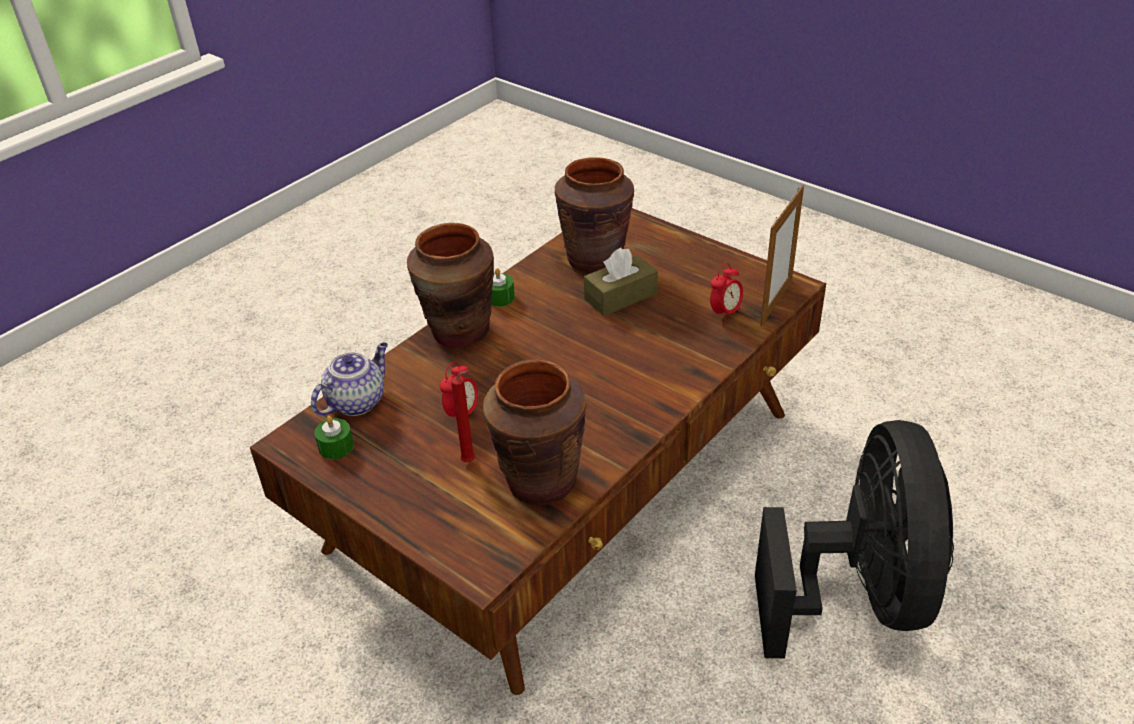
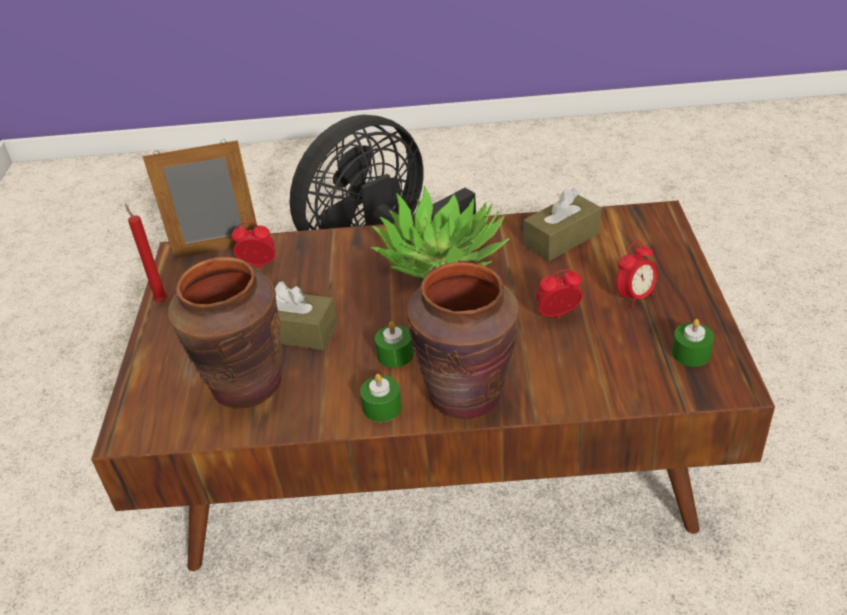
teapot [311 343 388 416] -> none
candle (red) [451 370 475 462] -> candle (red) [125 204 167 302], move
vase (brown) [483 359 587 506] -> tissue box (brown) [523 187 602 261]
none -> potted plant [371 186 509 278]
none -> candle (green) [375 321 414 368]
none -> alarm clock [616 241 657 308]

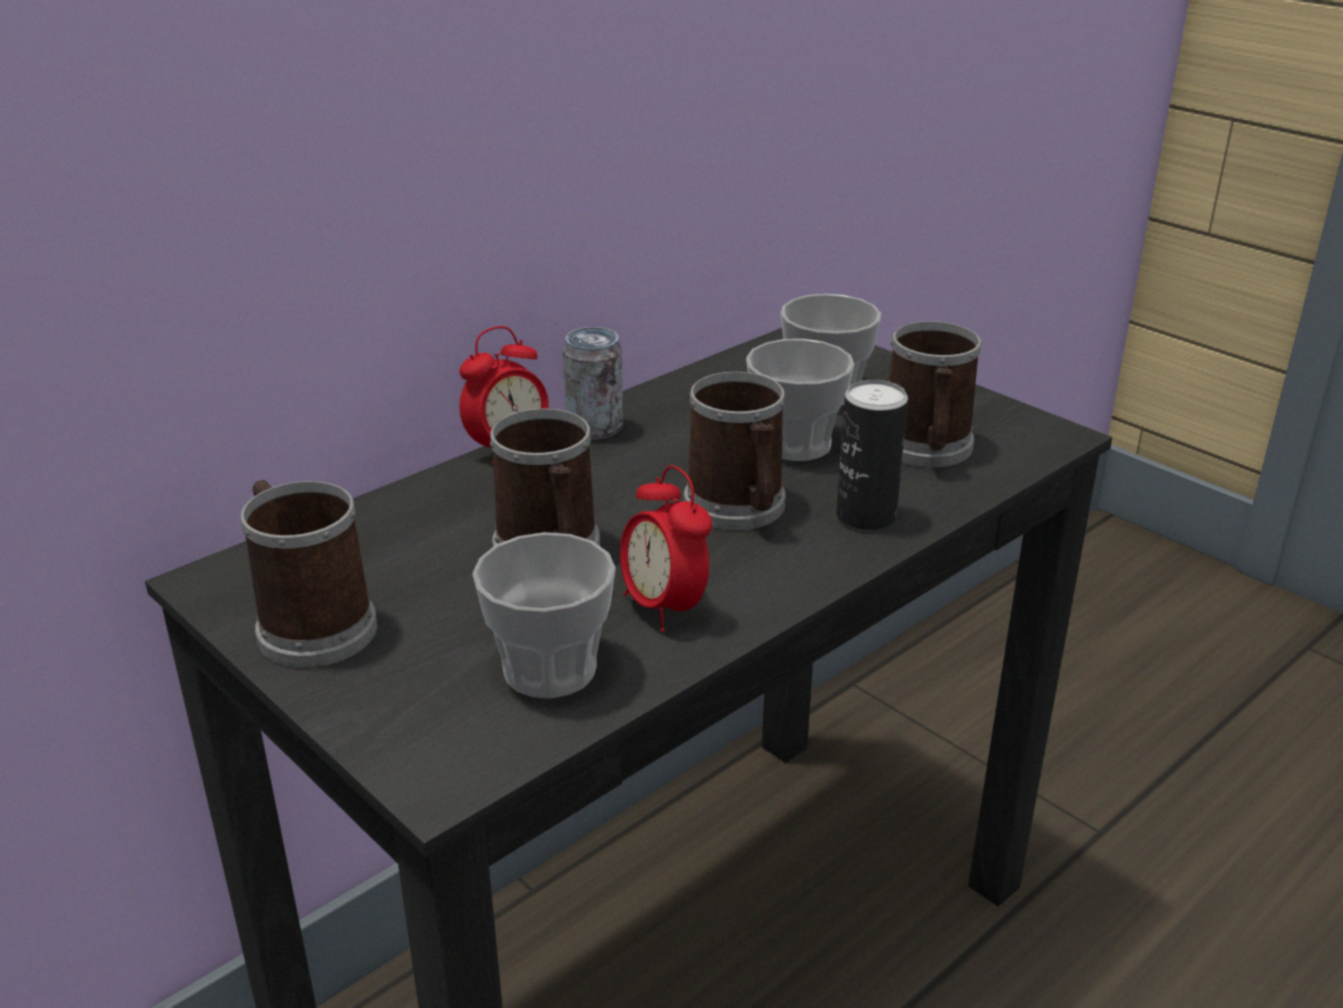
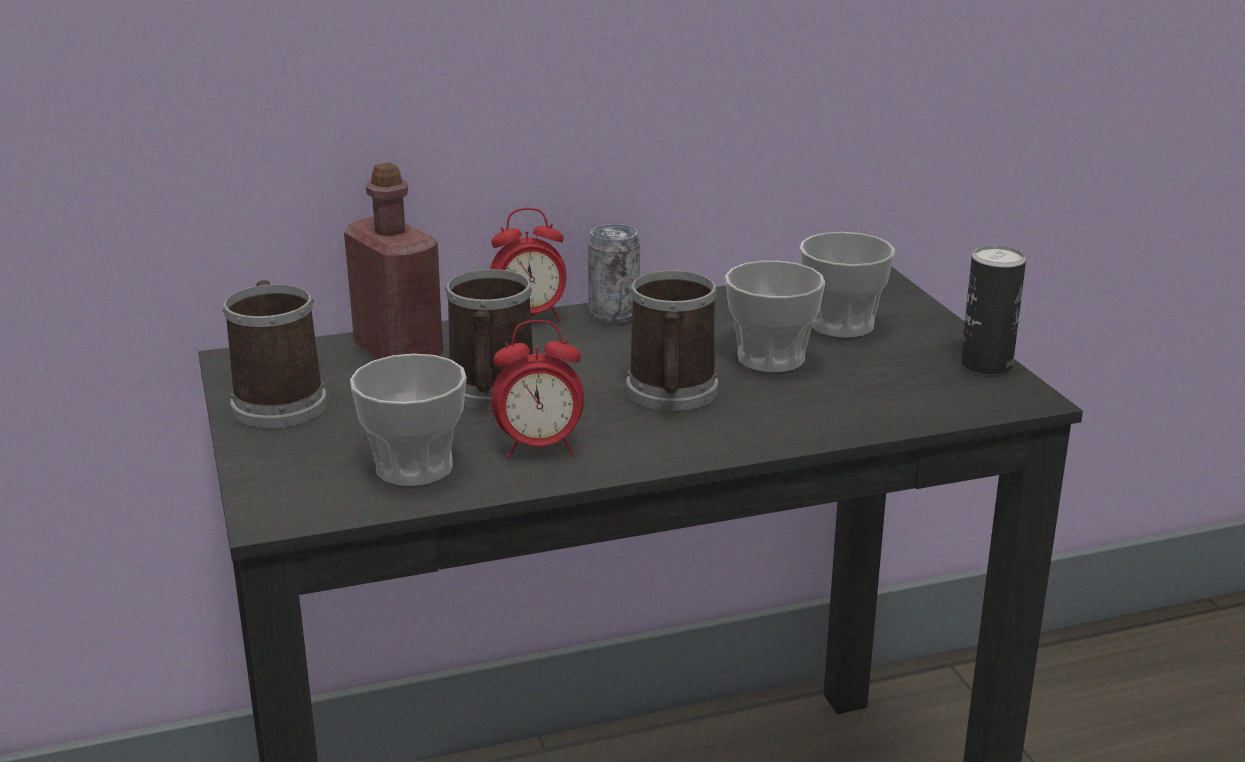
alarm clock [620 465 712 632] -> alarm clock [491 320 584 458], 90 degrees counterclockwise
can [836 380 908 530] -> can [960 245 1026 375], move
mug [889 321 982 467] -> none
none -> bottle (red) [344 163 443 359]

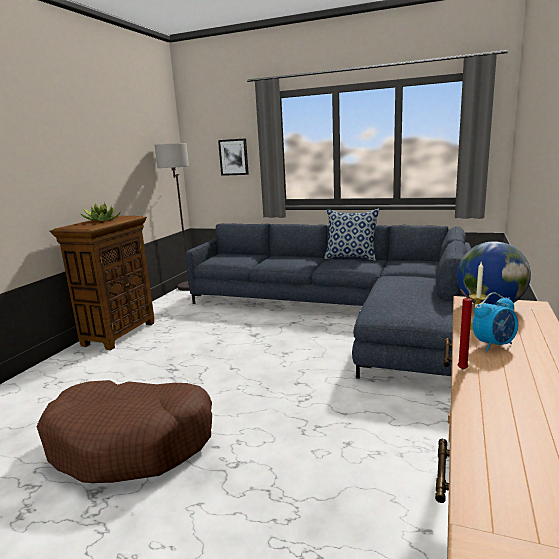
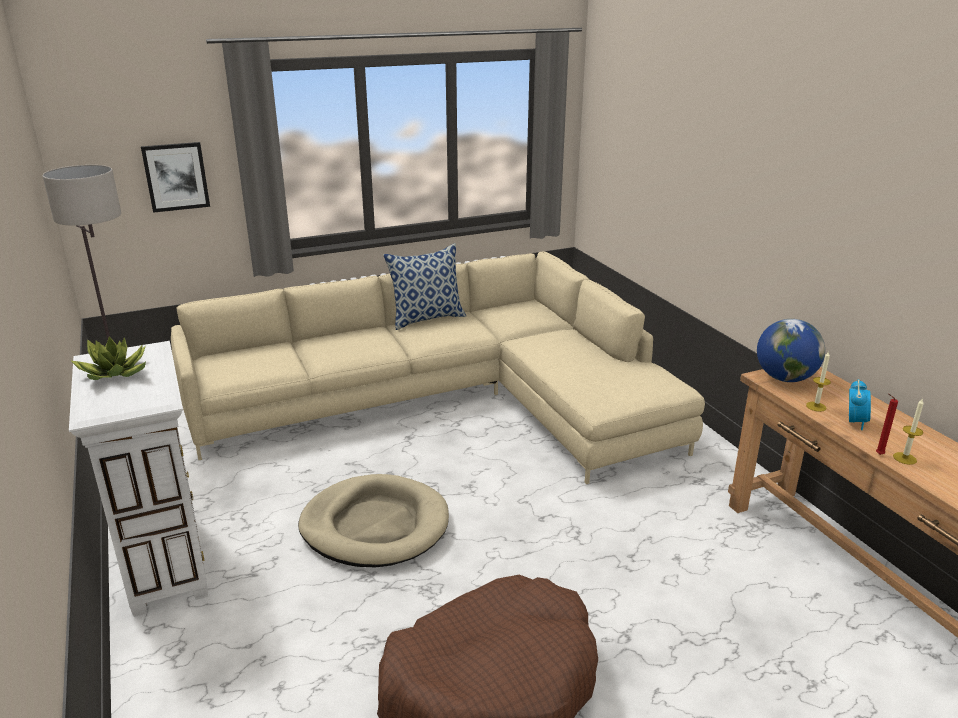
cabinet (brown) [49 216 154 350] -> cabinet (white) [69 341 208 617]
sofa (blue) [186 223 471 379] -> sofa (beige) [171 251 705 484]
none -> dog bed (beige) [298 474 449 567]
none -> candle [893 399 924 465]

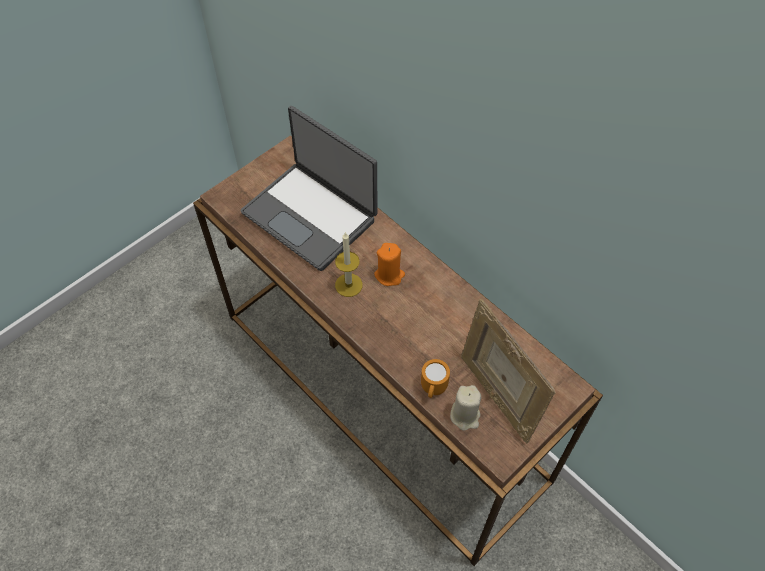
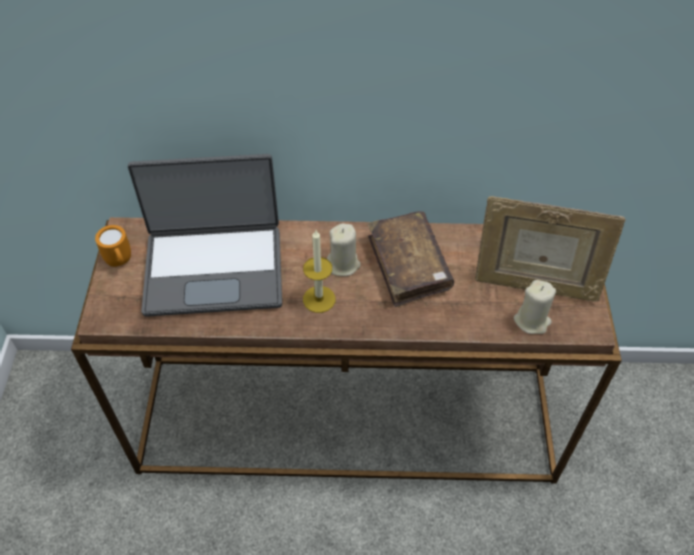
candle (orange) [374 243 405 286] -> candle (beige) [327 223 361 276]
mug (orange) [421 359 450 398] -> mug (orange) [95 225 131 267], move
none -> book (brown) [368 211 454 307]

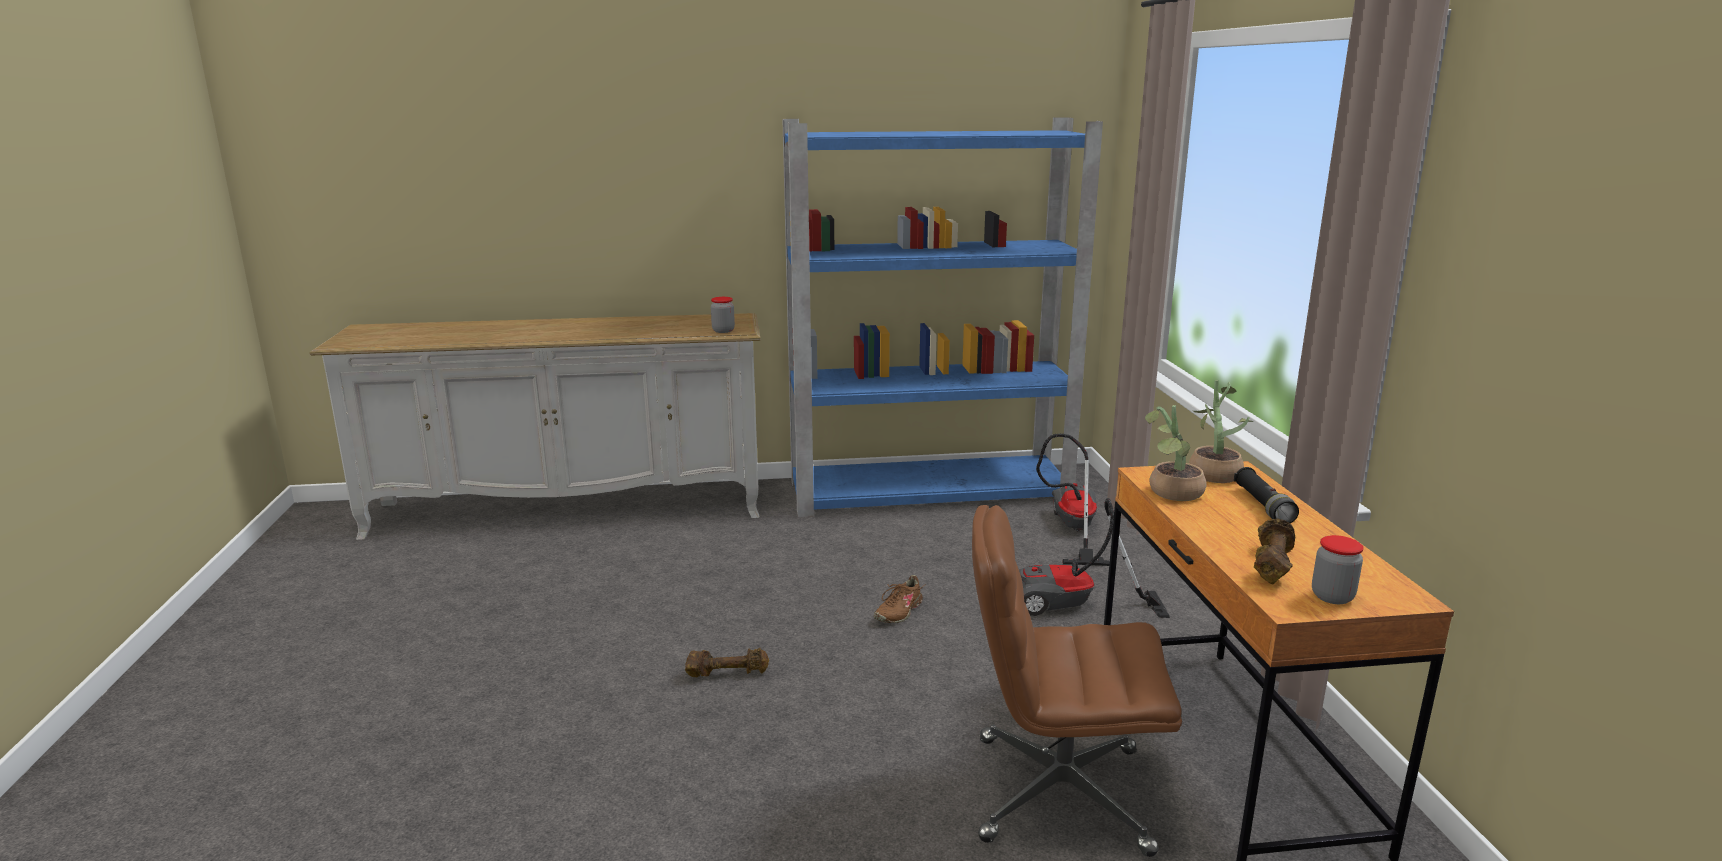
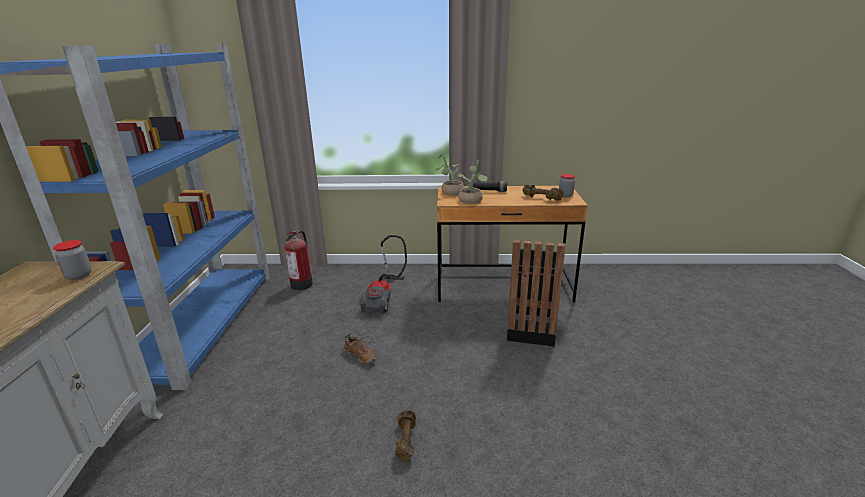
office chair (brown) [972 505 1182 857] -> trash can (black) [507 240 566 347]
vacuum cleaner [1036 434 1110 566] -> fire extinguisher [285 231 313 290]

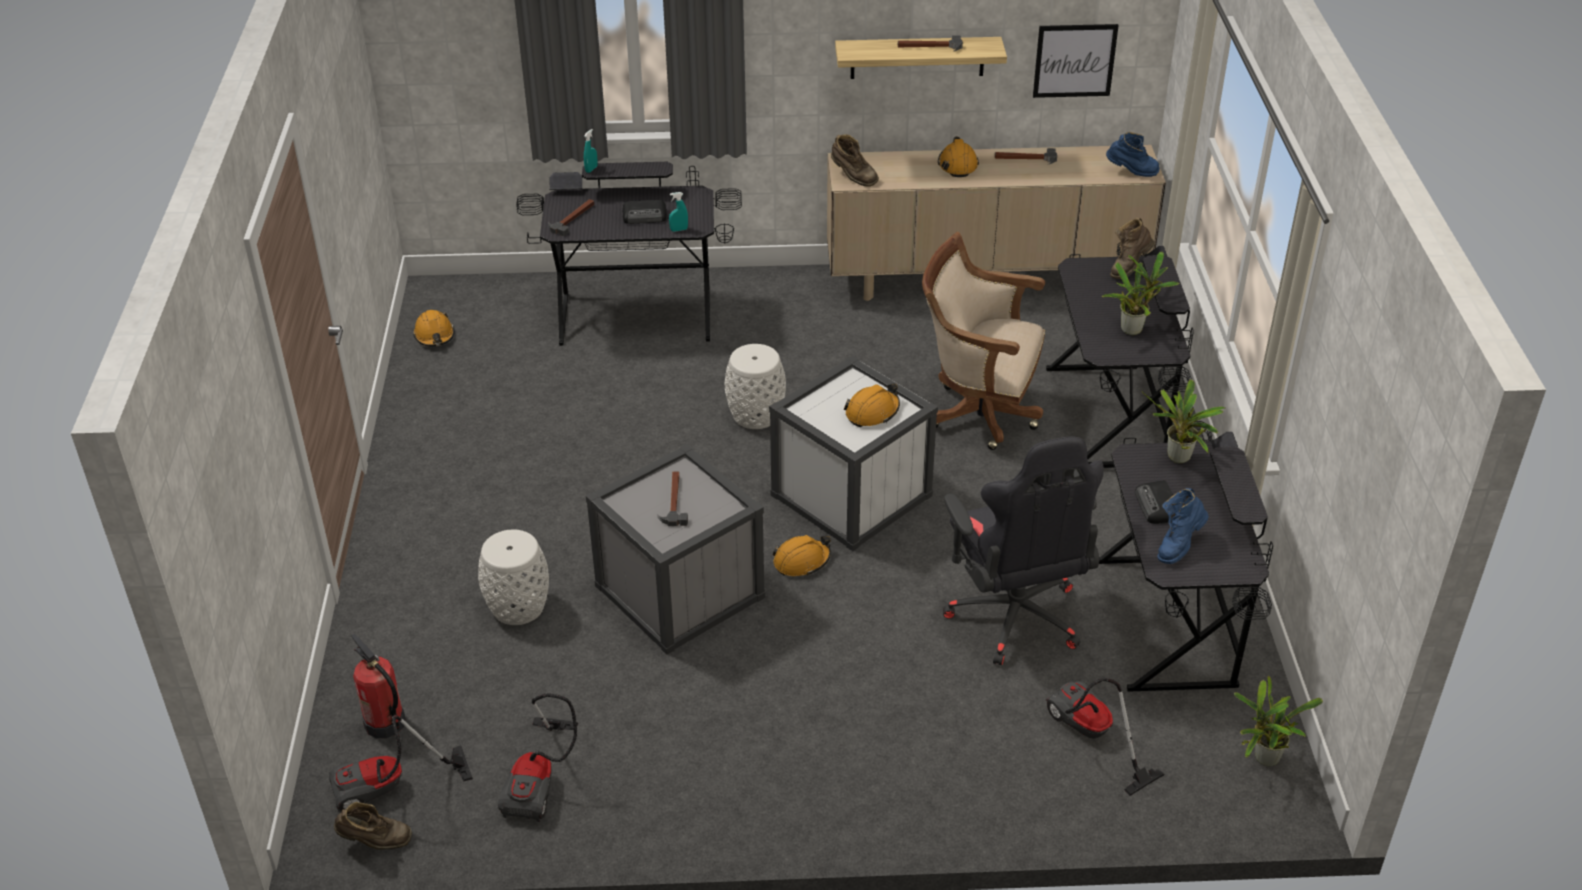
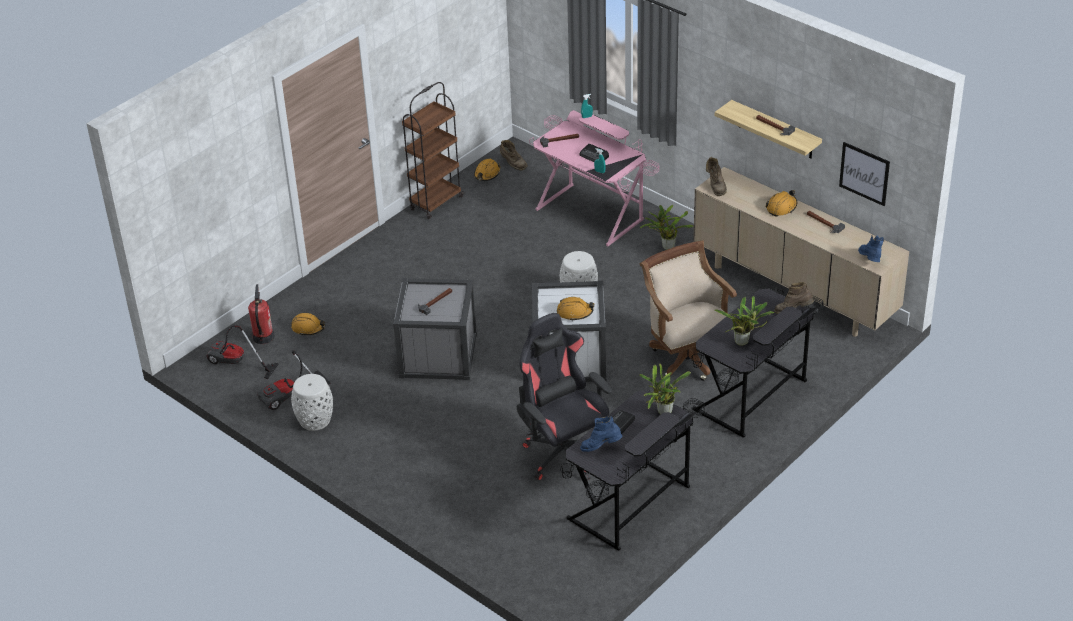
boot (brown) [334 802 412 850] -> boot (brown) [500 140 528 170], move
stool (white) [478 530 549 625] -> stool (white) [291 374 333 431], move
desk (black) [516 162 742 346] -> desk (pink) [529 110 659 246]
hard hat (orange) [773 535 831 576] -> hard hat (orange) [291 313 325 335], move
office chair (black) [943 437 1104 666] -> office chair (black) [517 313 612 480], 120 degrees clockwise
vacuum cleaner [1046 677 1165 796] -> none
boot (blue) [1106 132 1160 177] -> boot (blue) [858 235 884 262], 150 degrees counterclockwise
potted plant [1234 676 1323 766] -> potted plant [640 205 693 250], move
none -> cart (brown) [402 82 465 219]

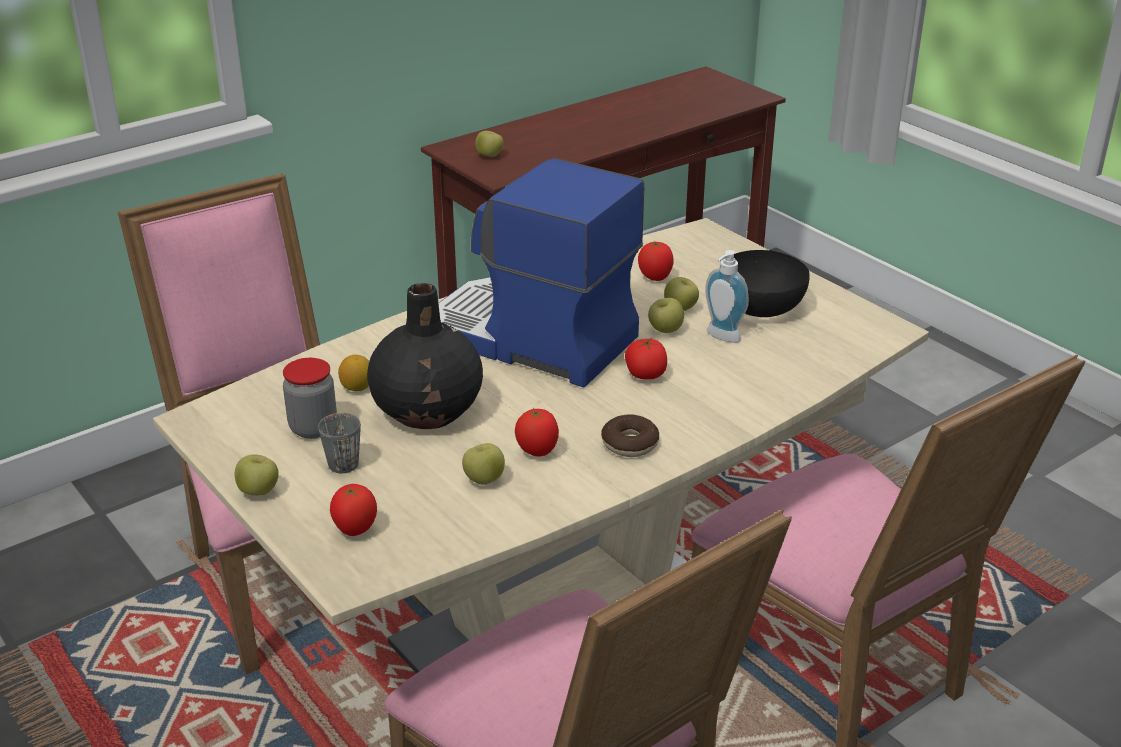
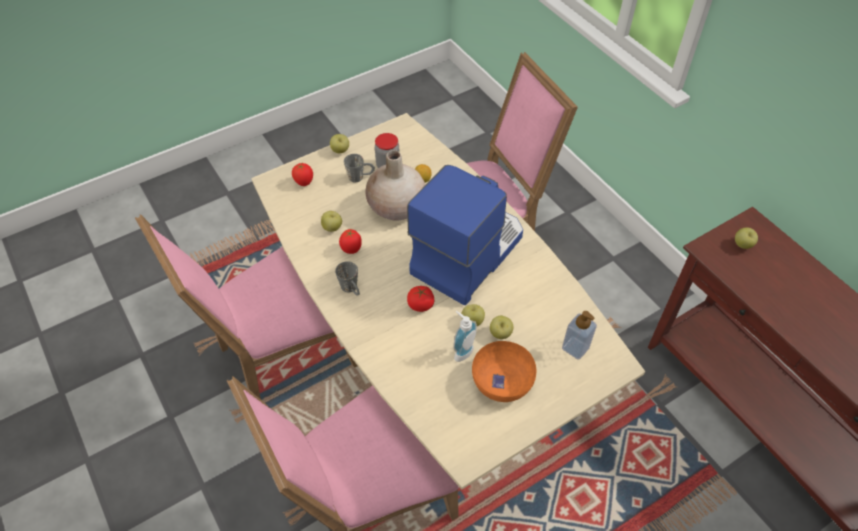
vase (black) [367 283 483 429] -> vase (beige) [365 150 425 221]
donut [601 415 659 457] -> mug (grey) [335 261 360 296]
tomato [638 241 674 281] -> none
bowl (black) [734 250 810 317] -> bowl (orange) [472 341 536 402]
none -> soap dispenser [562 311 597 360]

